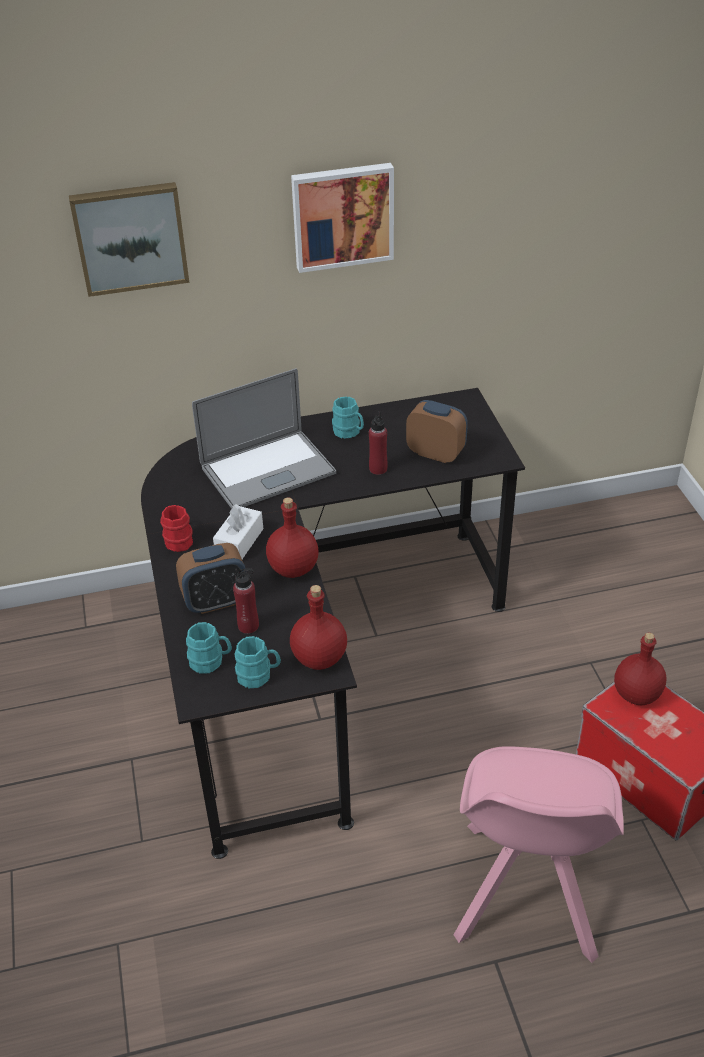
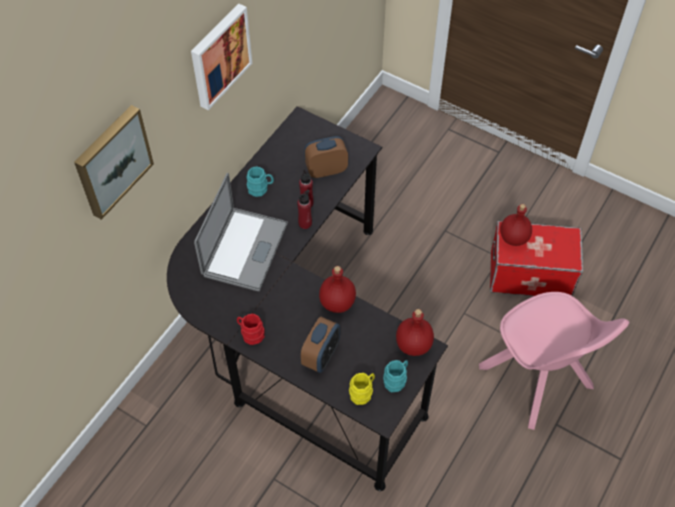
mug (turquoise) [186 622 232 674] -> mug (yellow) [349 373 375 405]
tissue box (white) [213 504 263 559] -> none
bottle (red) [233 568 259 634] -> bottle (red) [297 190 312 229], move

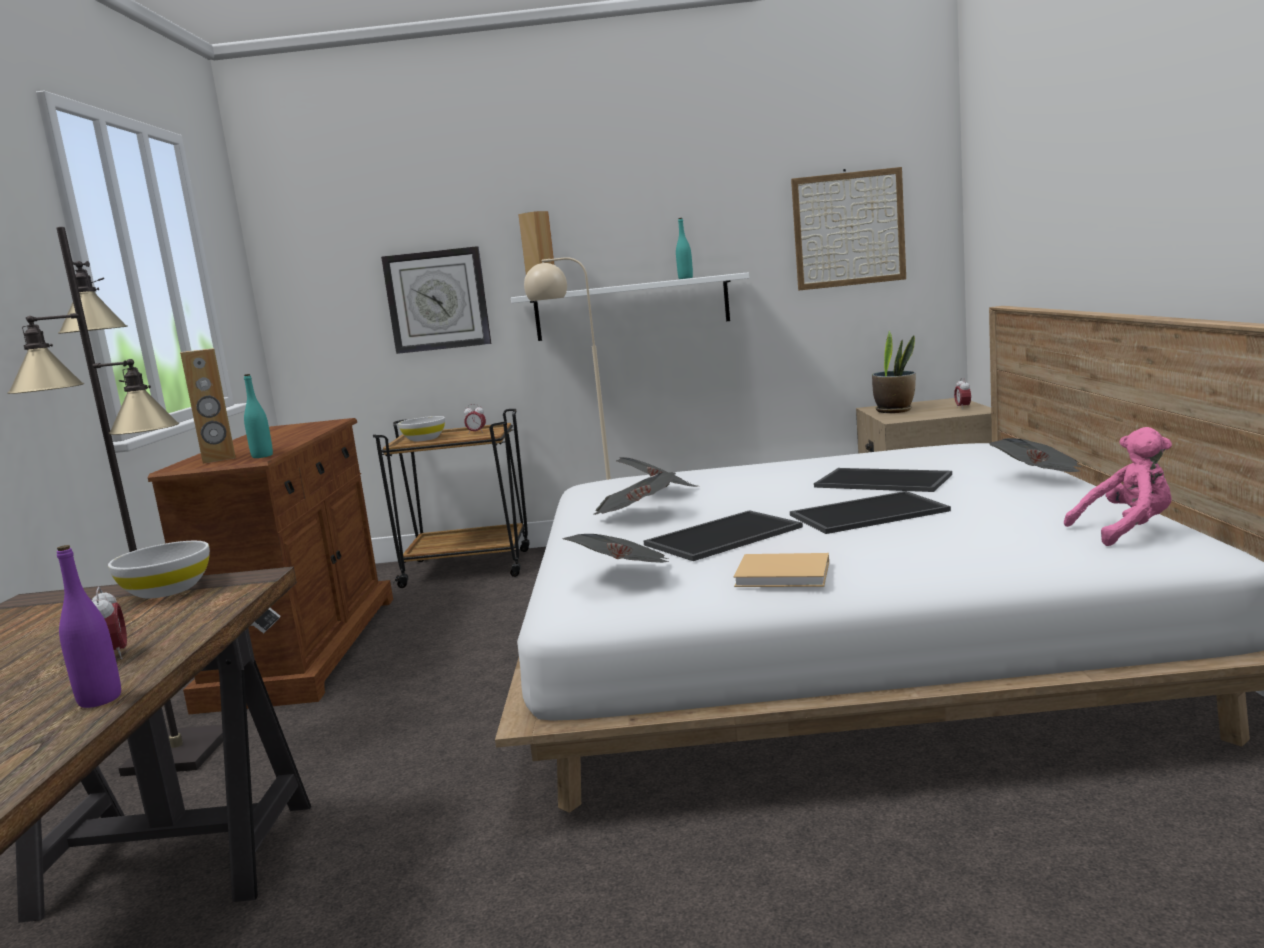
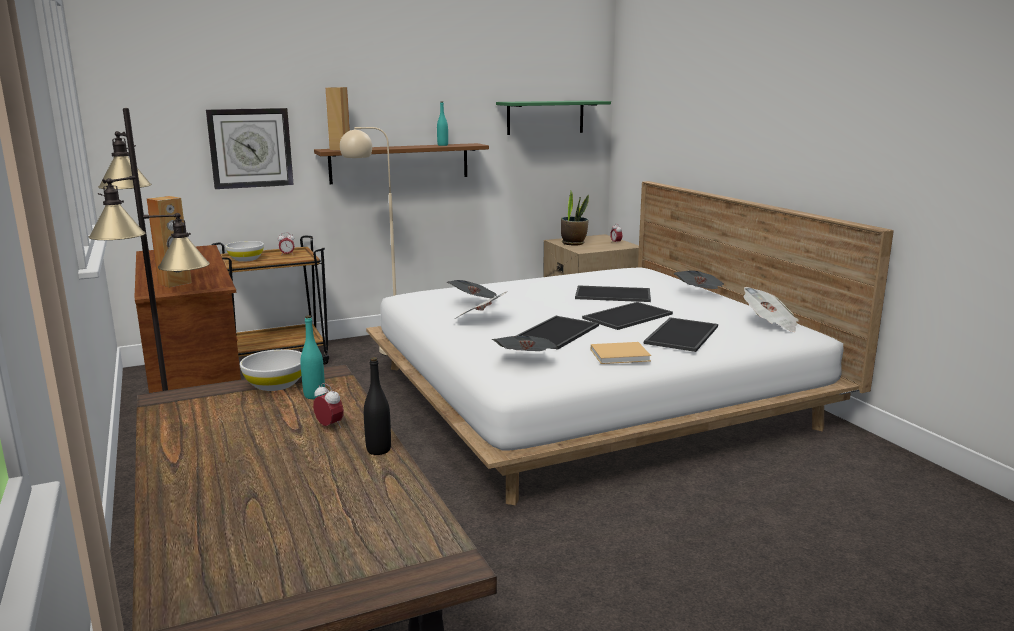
bottle (purple) [57 545 121 708] -> bottle (black) [364 357 391 455]
bottle (turquoise) [244 374 273 458] -> bottle (turquoise) [301 315 325 399], move
shelf (white) [511 273 749 341] -> shelf (brown) [314 143 489 184]
picture [791 167 906 291] -> shelf (green) [496 100 611 135]
plush toy (pink) [1064 427 1172 546] -> newspaper [743 287 799 332]
none -> tray [644 317 718 352]

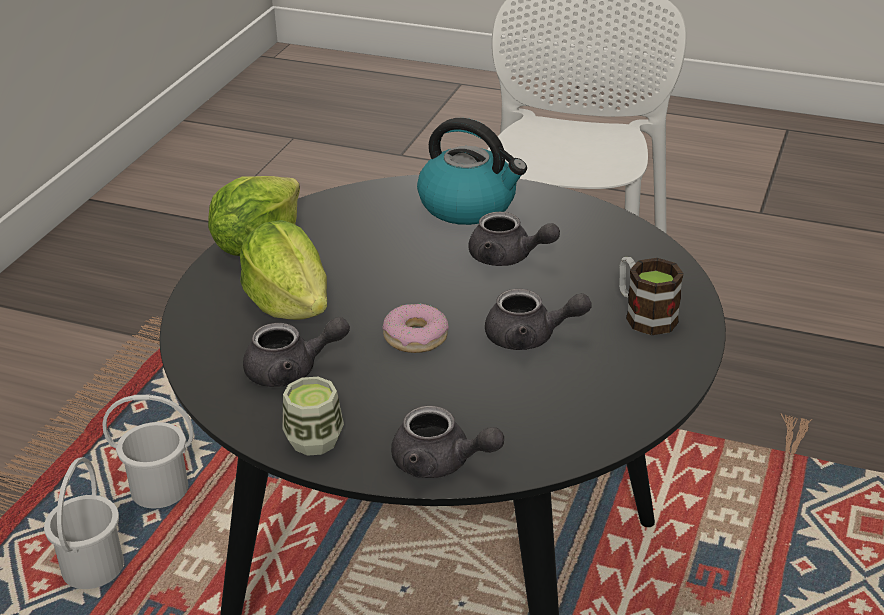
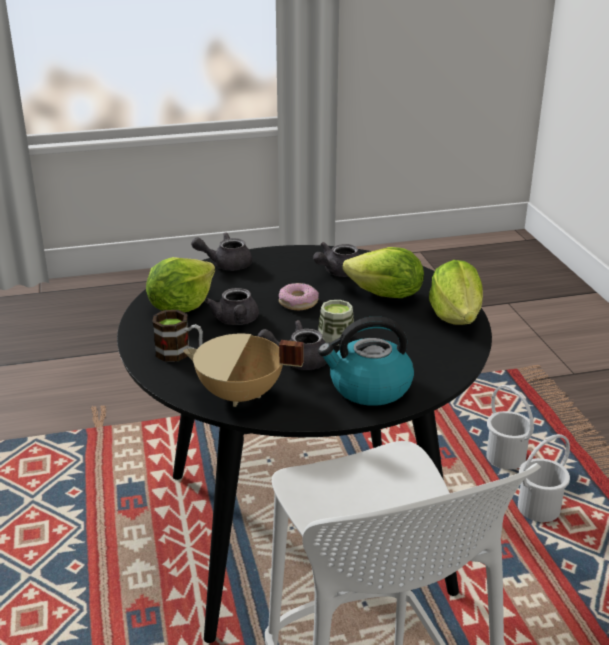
cup [282 377 344 456] -> cup [318 300 354 346], move
teapot (grey) [485 289 592 350] -> teapot (grey) [205 288 259 325], 75 degrees counterclockwise
none -> lettuce [146 257 215 312]
none -> cooking pot (beige) [183 333 304 407]

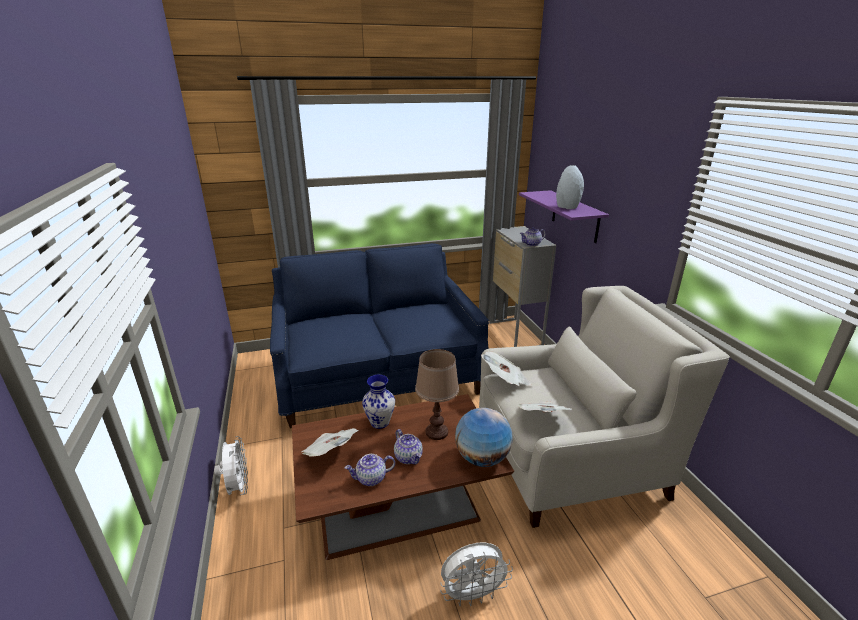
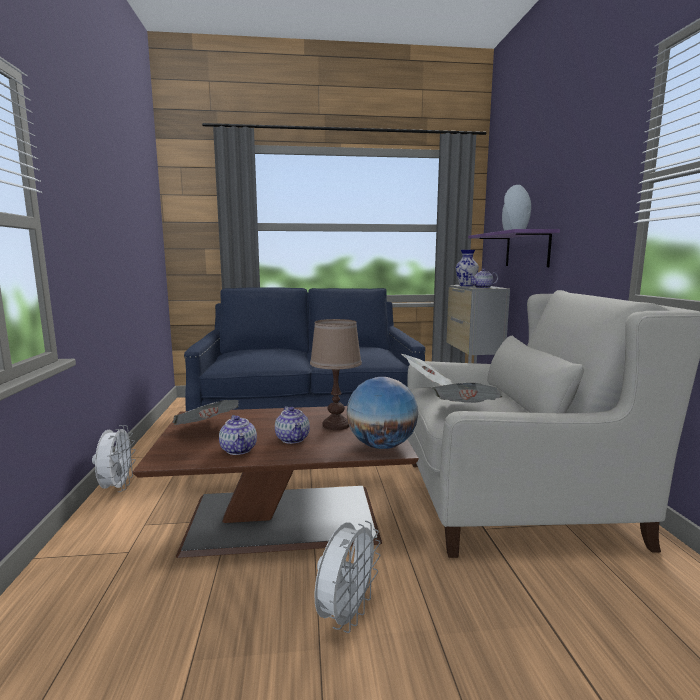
teapot [345 454 395 486] -> teapot [219 415 257 455], 105 degrees counterclockwise
vase [362 375 395 429] -> vase [456 250 479 286], move
fan (white) [440 543 513 606] -> fan (white) [315 521 381 633], 60 degrees counterclockwise

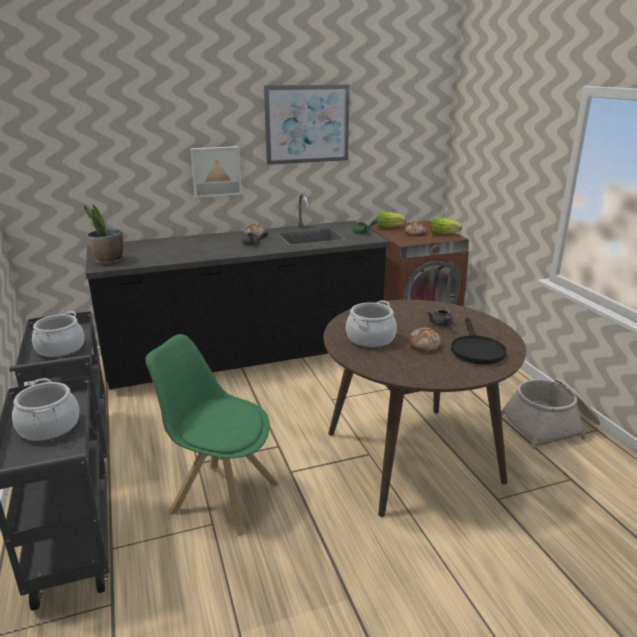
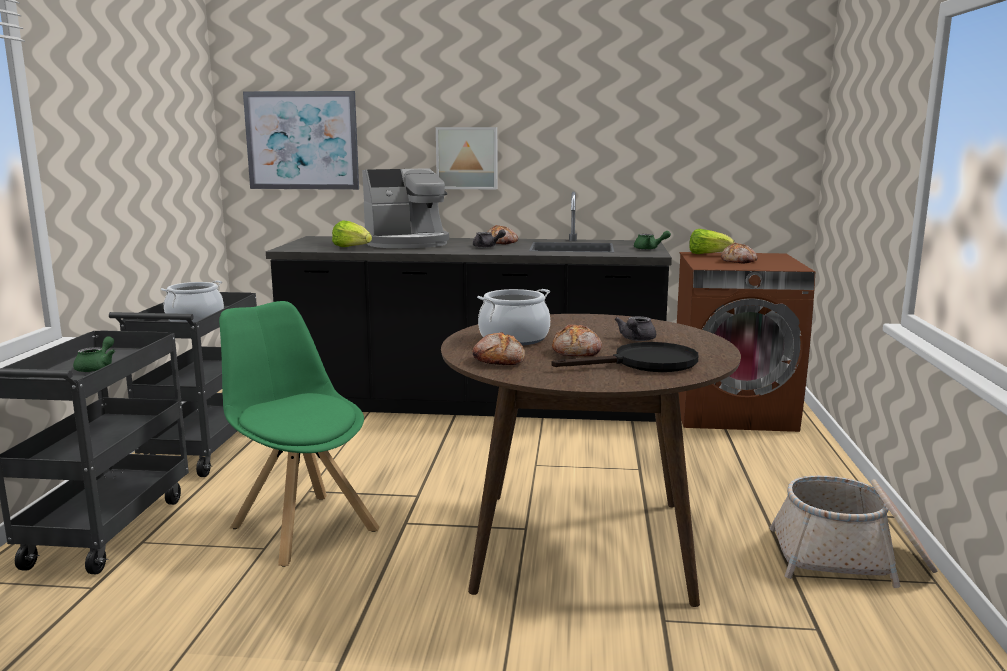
cooking pot [12 378 79 441] -> teapot (green) [73 336 115 372]
potted plant [84 205 124 264] -> none
picture [264 84 350 165] -> picture [243 91 359 190], move
lettuce [431 216 462 235] -> lettuce [332 220 372 247], move
frying pan (black) [451 318 506 365] -> frying pan (black) [552 342 698 372], 135 degrees counterclockwise
none -> coffee machine [362 168 449 248]
none -> bread [472 332 525 365]

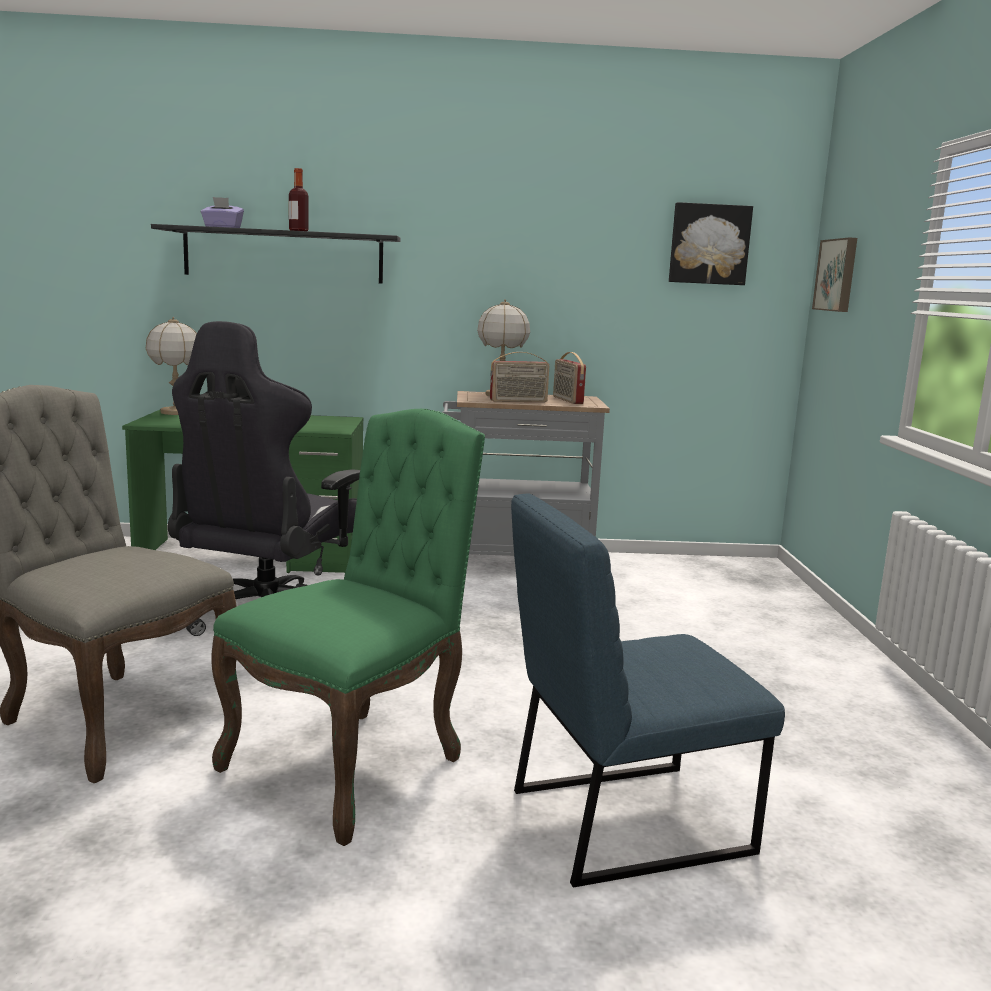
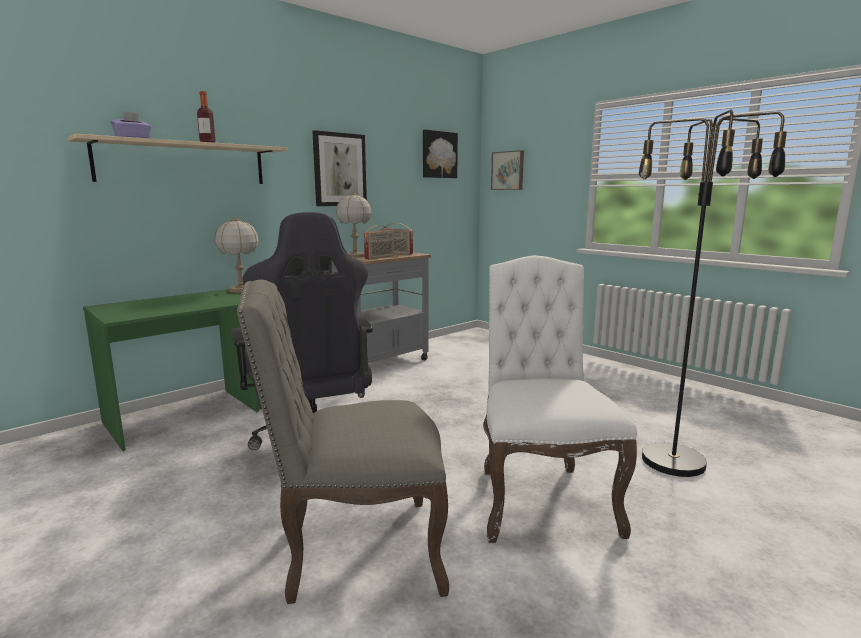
table lamp [146 317 197 415] -> table lamp [215 217 259 293], move
shelf (black) [151 224 401 284] -> shelf (beige) [67 134 288 184]
chair (green) [211 409 485 846] -> chair (white) [483 255 637 543]
chair (blue) [511 493 785 888] -> floor lamp [639 109 787 477]
none -> picture [312 130 367 206]

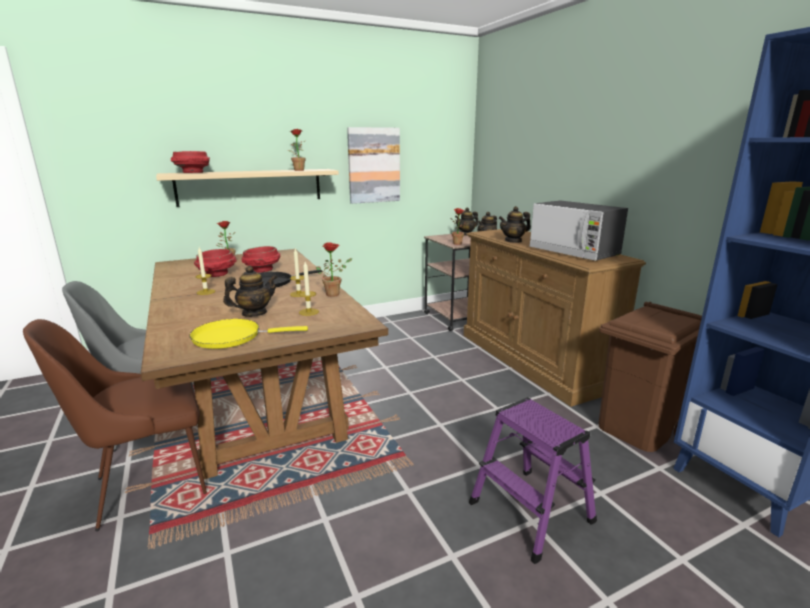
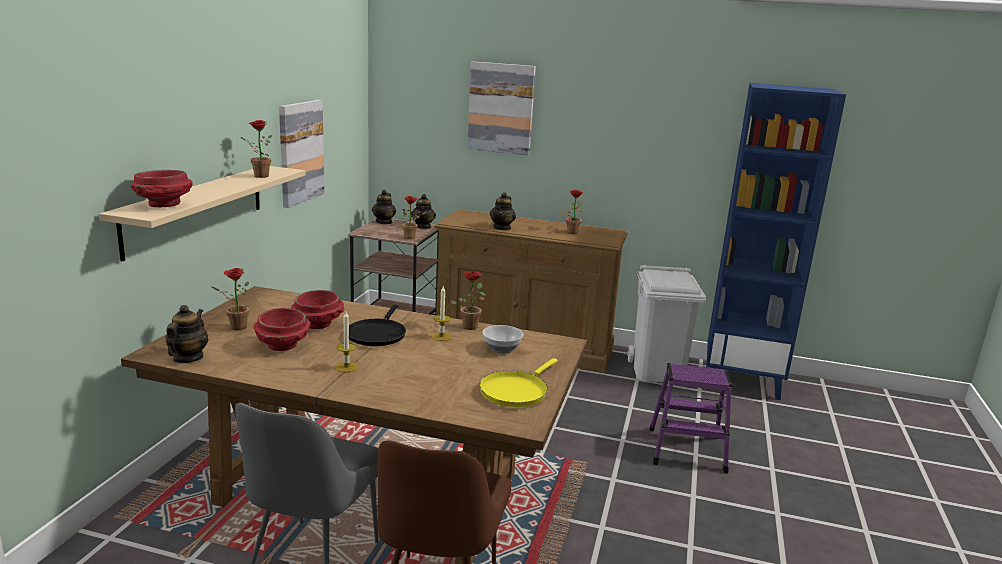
teapot [223 265 278 317] -> teapot [166 305 209 363], move
candle [299 262 319 316] -> bowl [483 325 523 353]
microwave [529 200 628 261] -> potted plant [560 190 584 234]
trash can (brown) [599 302 702 452] -> trash can (white) [628 265 706 383]
none -> picture [467 61 536 155]

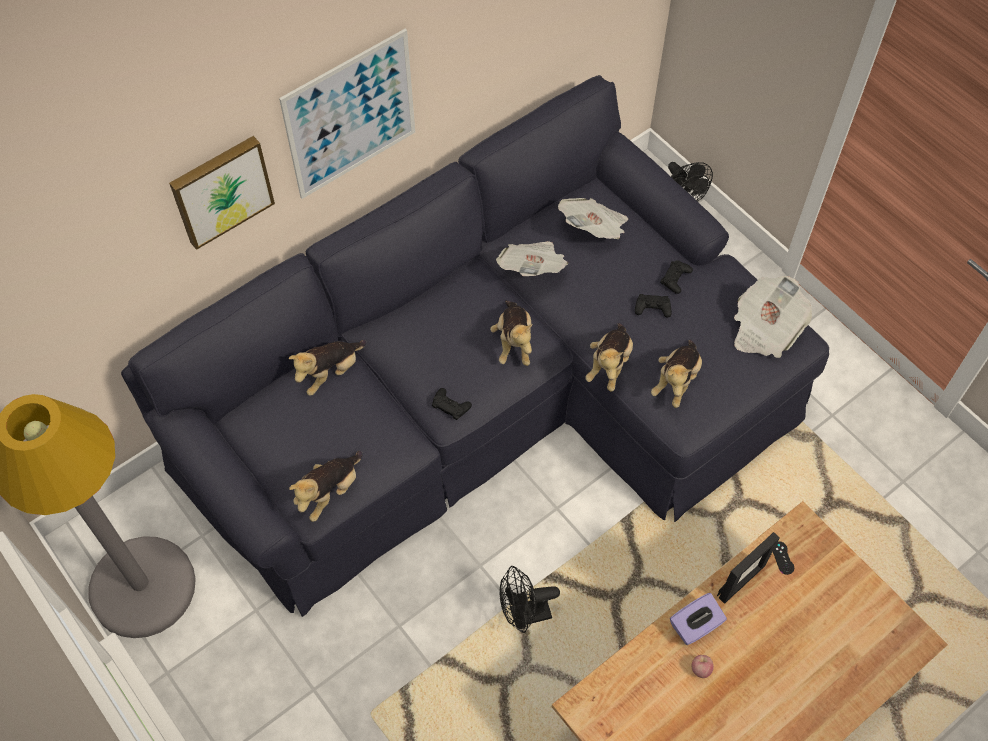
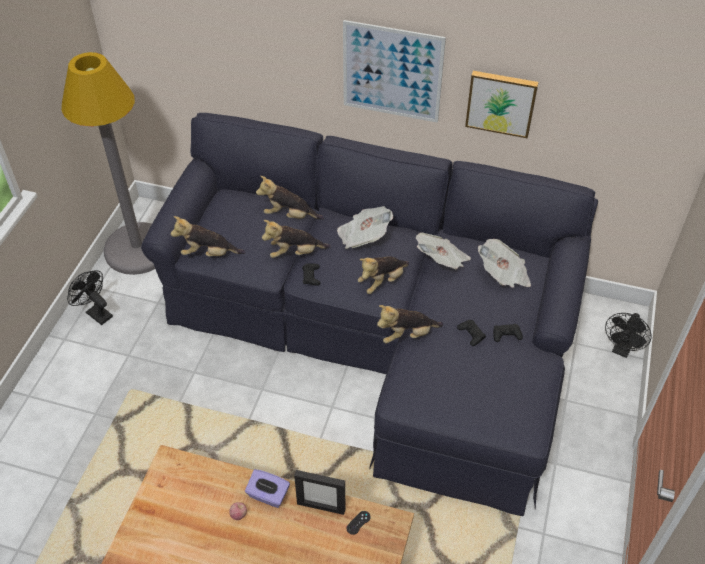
picture [169 136 275 250] -> picture [465 71 539 138], move
fan (black) [499 566 560 633] -> fan (black) [67 270 113 325], move
plush toy [651 340 702 408] -> plush toy [262 220 330 258], move
newspaper [734 276 812 358] -> newspaper [337 206 393 249], move

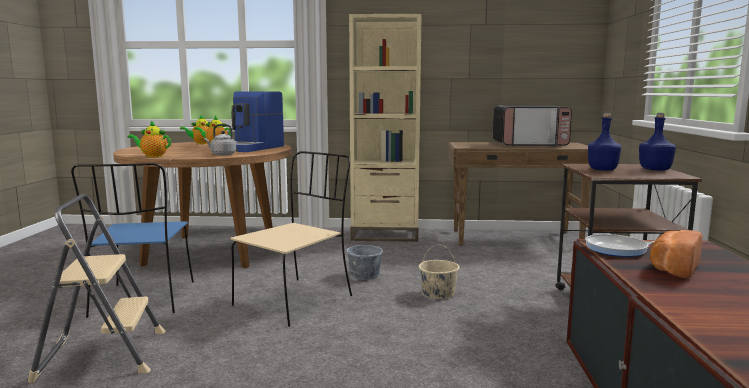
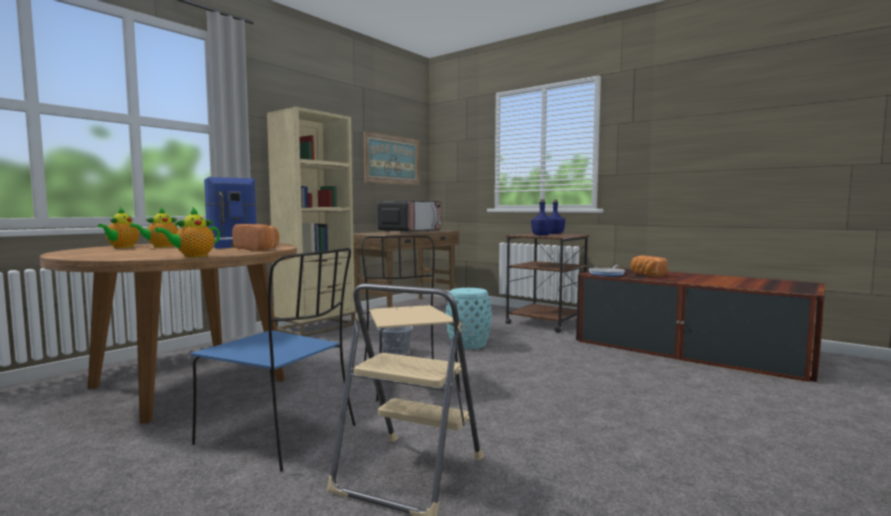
kettle (grey) [204 124 236 156] -> bread [232 224 279 251]
bucket (beige) [419 244 460 299] -> stool (turquoise) [446 288 492 349]
none -> picture [364 131 420 185]

